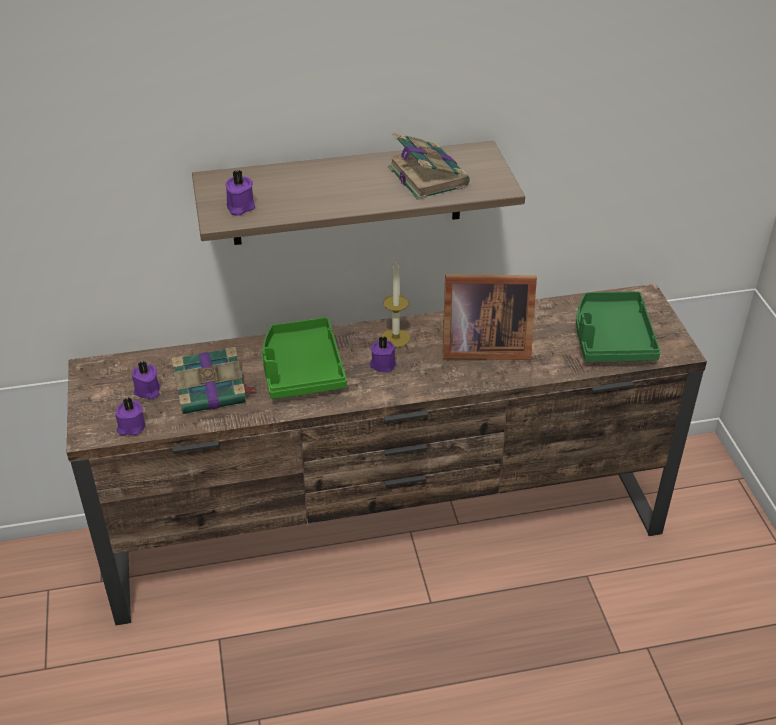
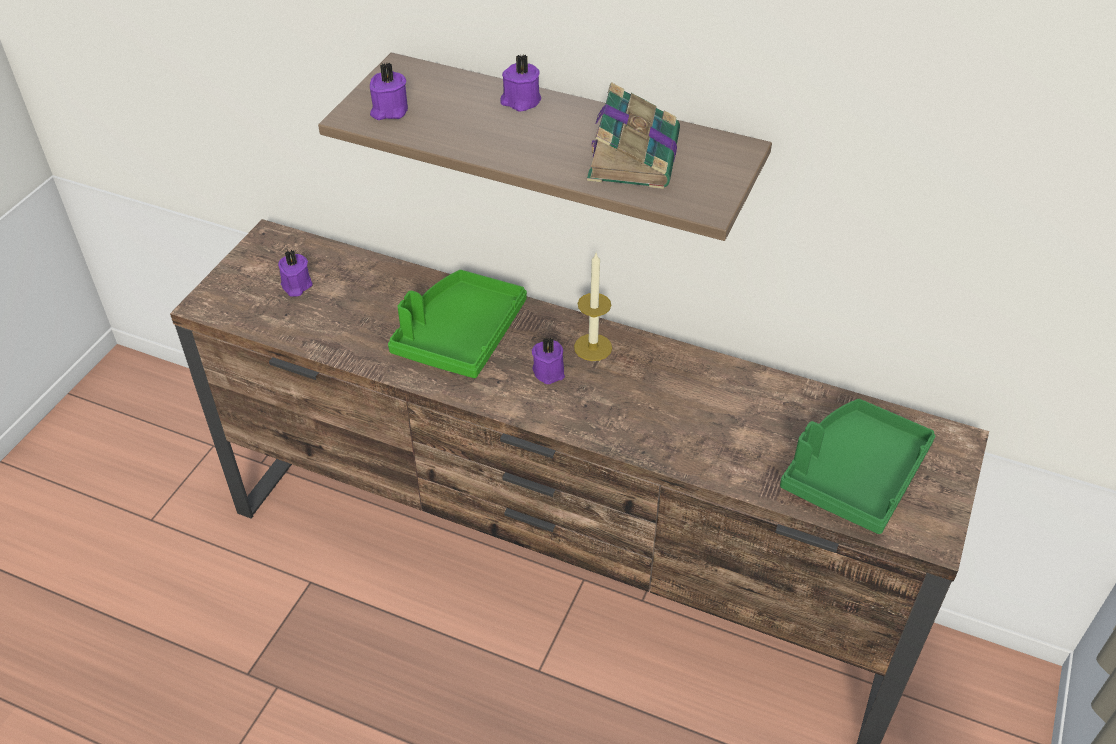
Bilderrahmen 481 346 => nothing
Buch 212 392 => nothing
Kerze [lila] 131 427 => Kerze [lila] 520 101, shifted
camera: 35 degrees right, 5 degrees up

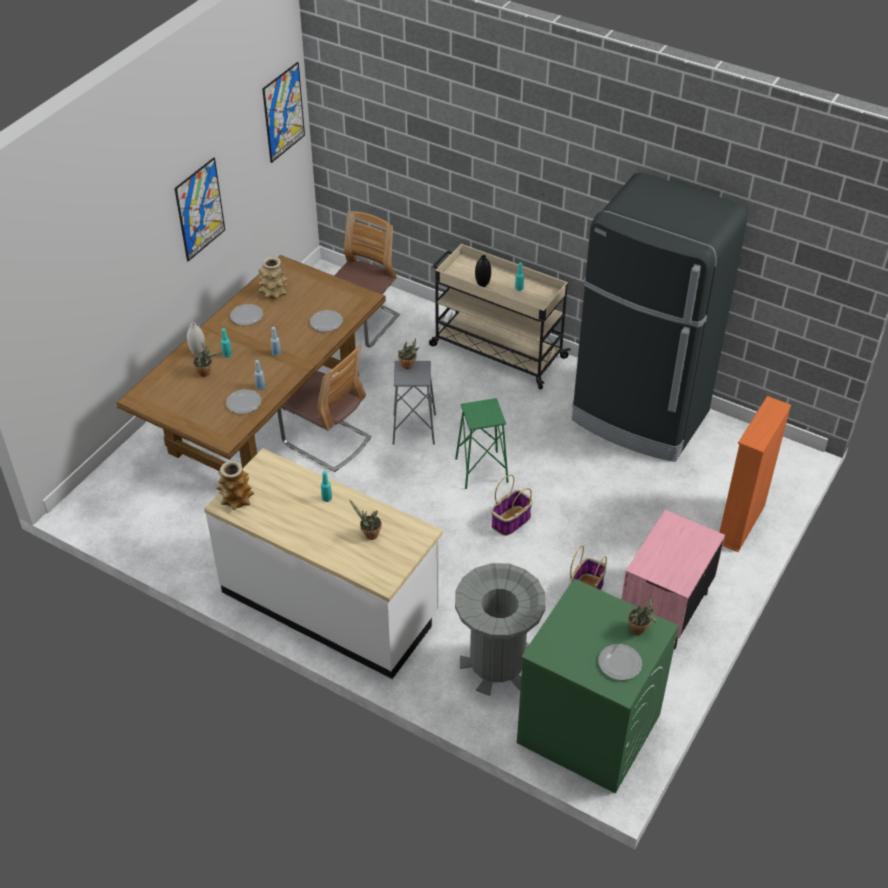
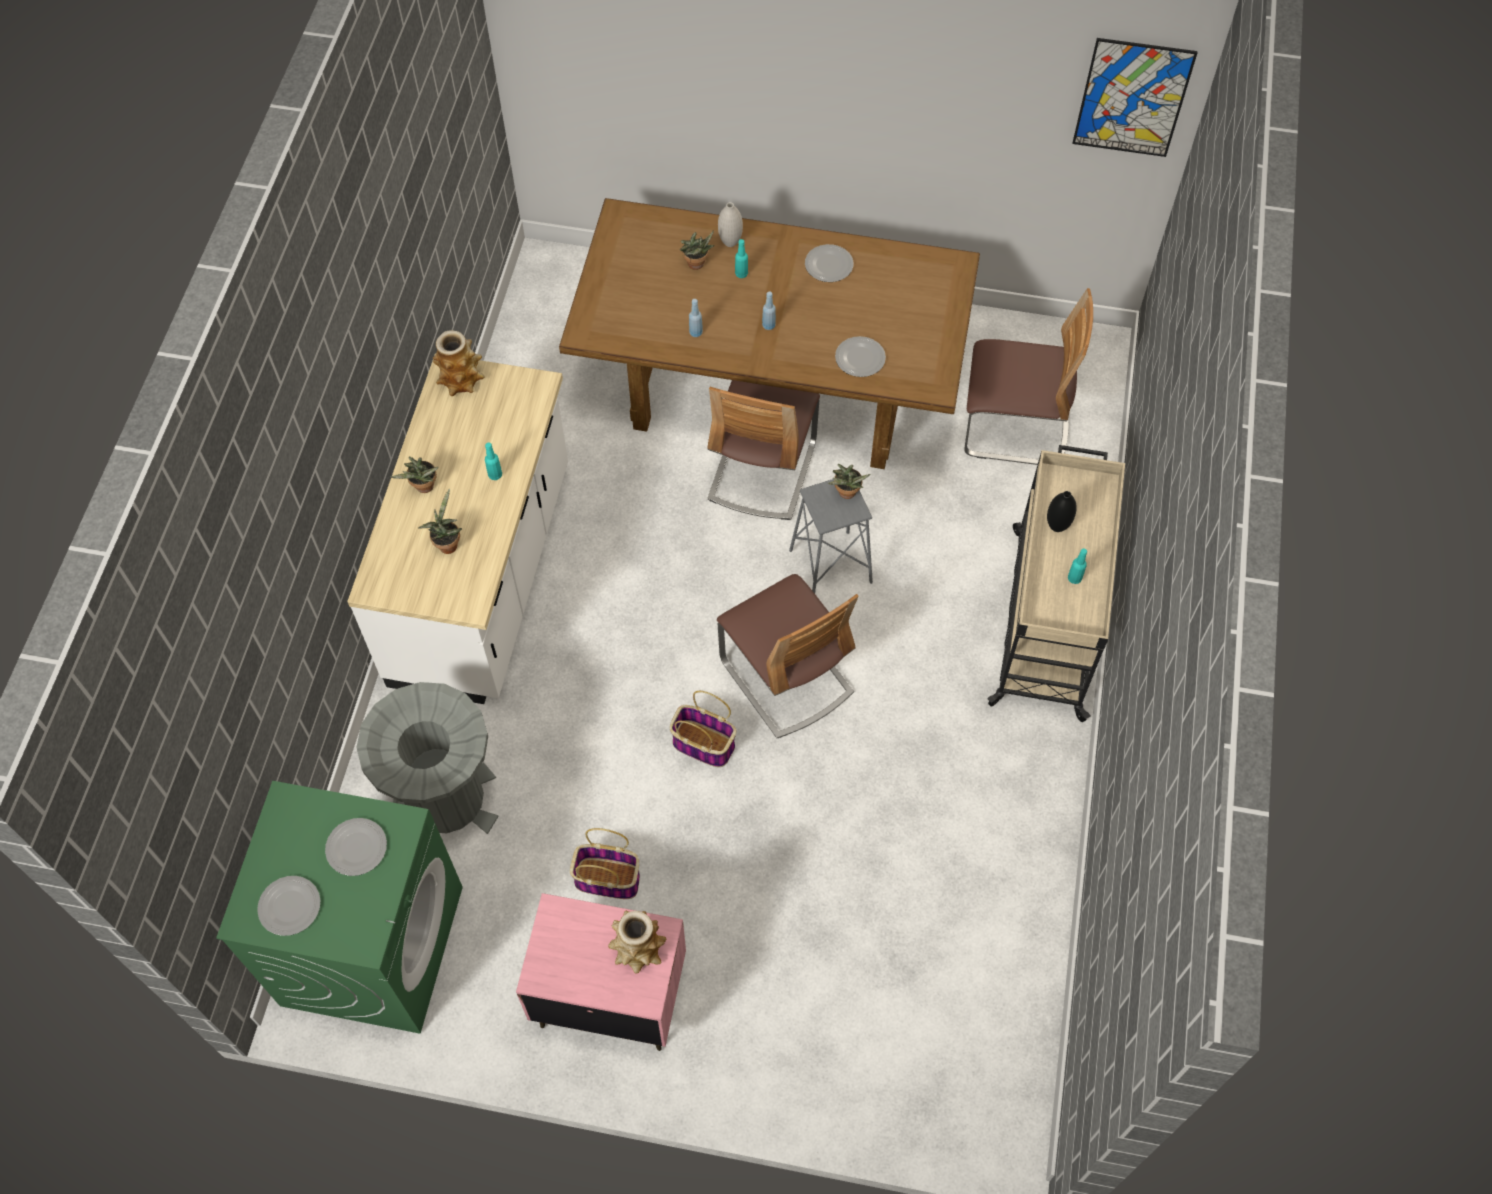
Bild 200 209 => nothing
Kühlschrank [schwarz] 640 417 => nothing
Vase 274 292 => Vase 638 949, shifted
Teller 244 402 => Teller 357 847, shifted
Bücherregal [orange] 740 524 => nothing
Hocker [grün] 481 470 => Stuhl 786 677
Topfpflanze 640 630 => Topfpflanze 424 488, shifted
camera: 70 degrees right, 15 degrees up

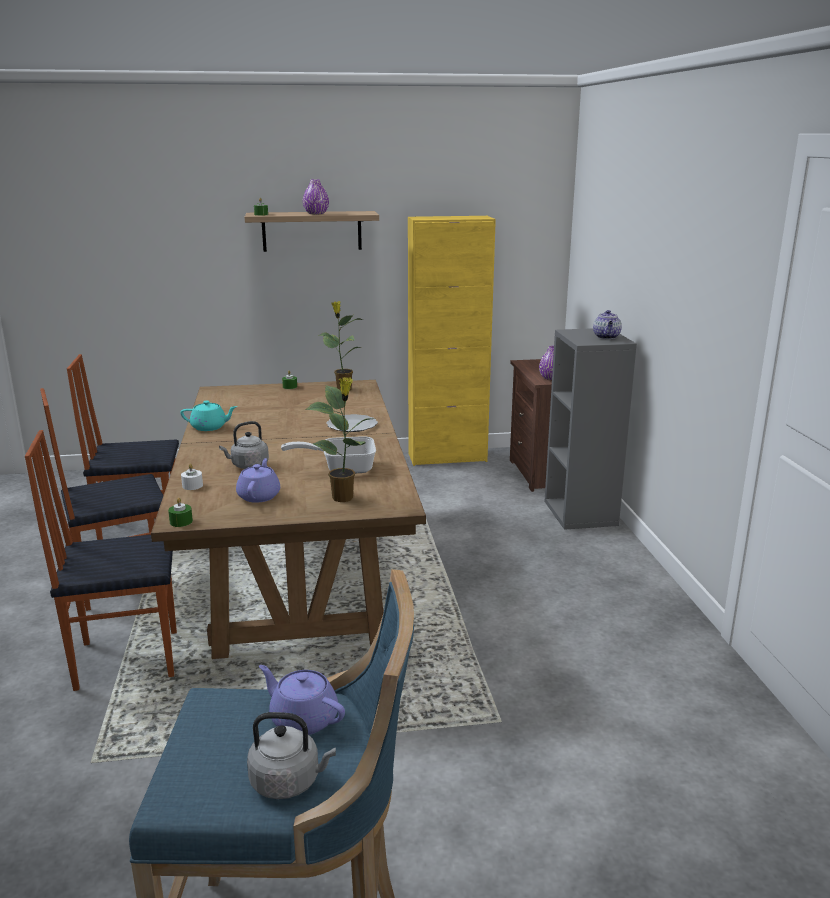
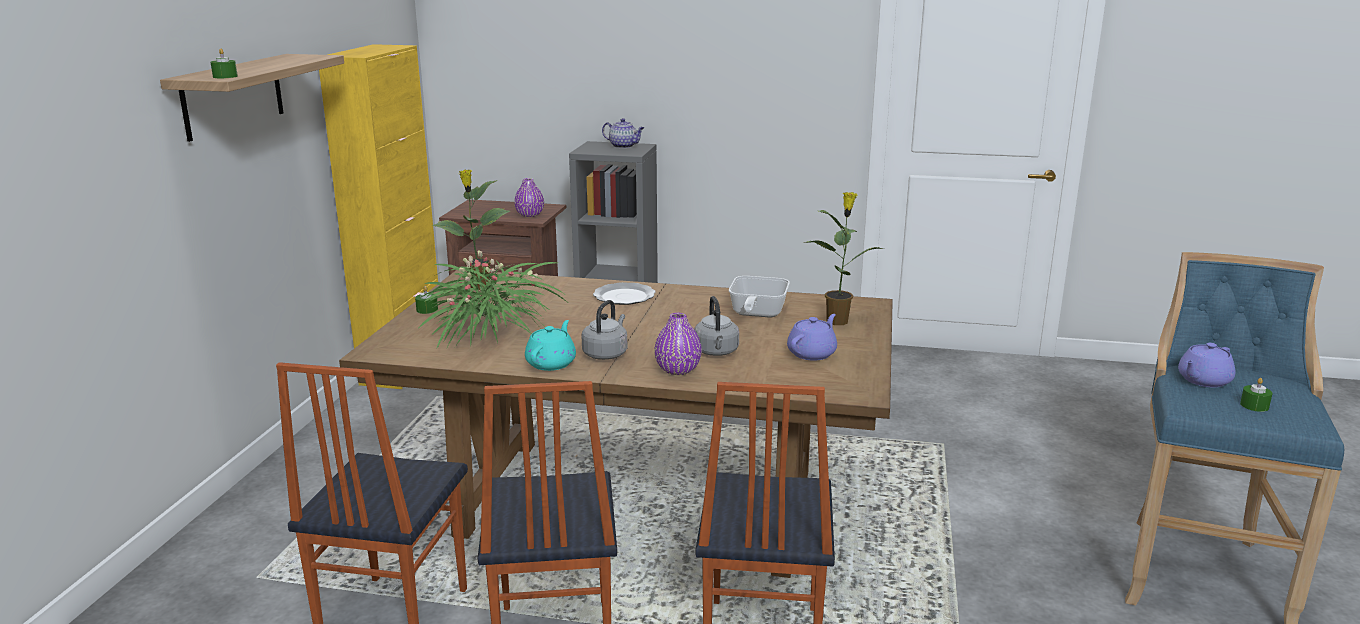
Vase [lila] 316 213 => Vase [lila] 678 370, shifted
Teekanne [lila] 259 496 => Teekanne [lila] 812 353, 105 degrees clockwise
Kerze [weiß] 192 486 => nothing
Kerze [grün] 181 522 => Kerze [grün] 1254 405, shifted
Wasserkessel [grau] 289 782 => Wasserkessel [grau] 606 353, shifted
nothing => Topfpflanze 488 332
camera: 70 degrees left, 0 degrees up

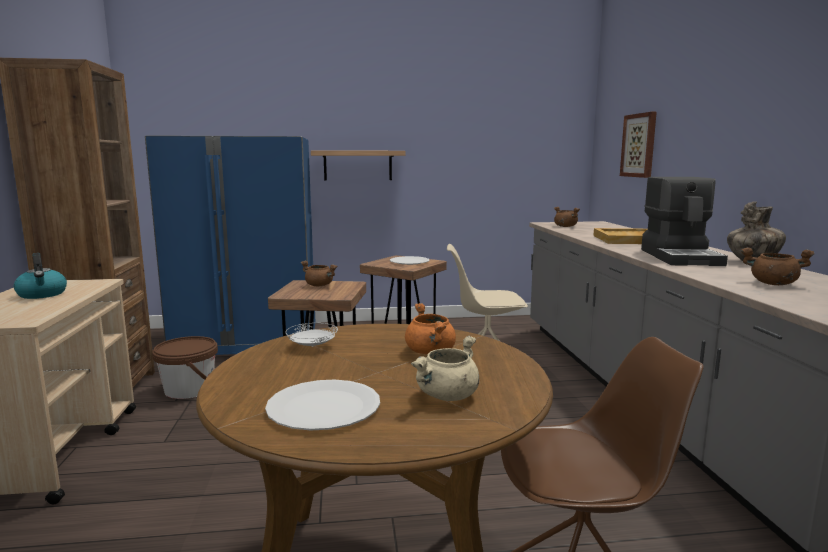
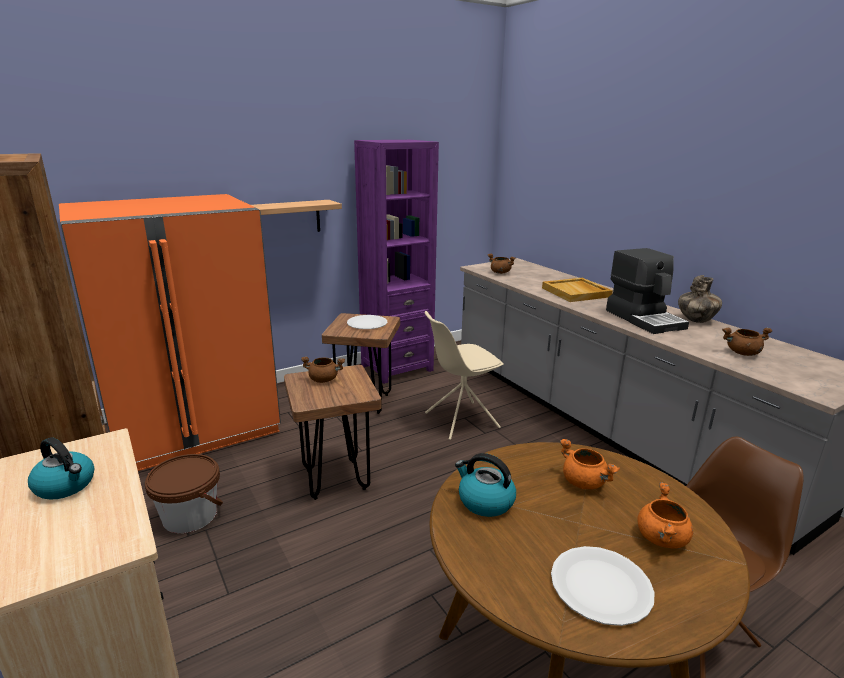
Bild 639 145 => nothing
Kühlschrank [blau] 248 339 => Kühlschrank [orange] 195 429
Teller [weiß] 312 346 => Wasserkessel 485 501
Kochtopf [beige] 447 396 => Kochtopf [orange] 662 539
nothing => Bücherregal [lila] 396 368
camera: 25 degrees left, 10 degrees up

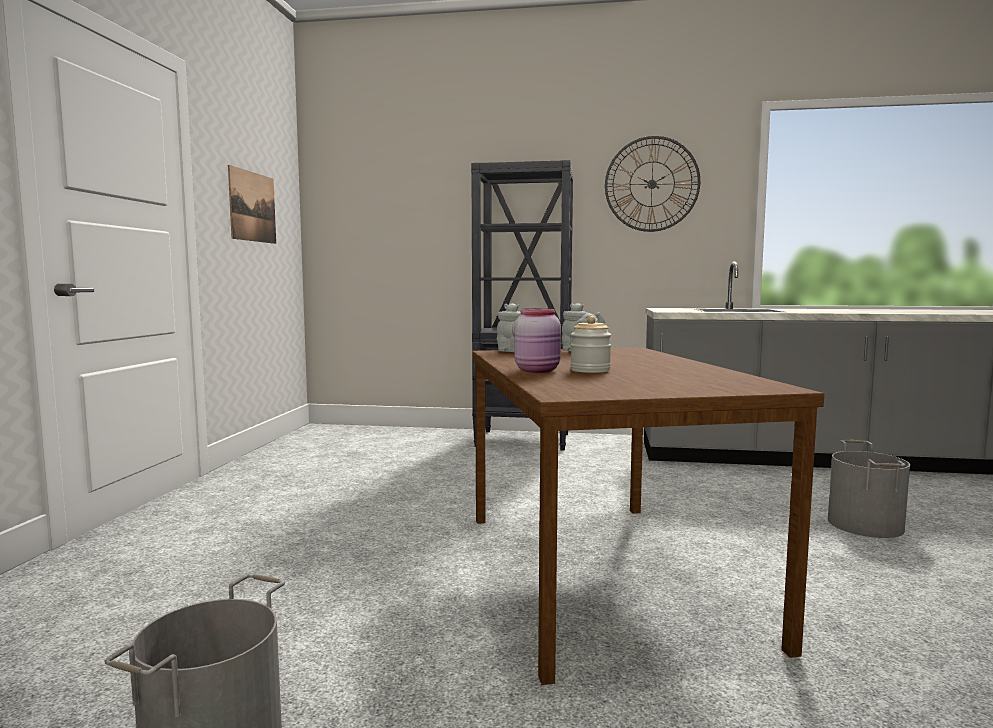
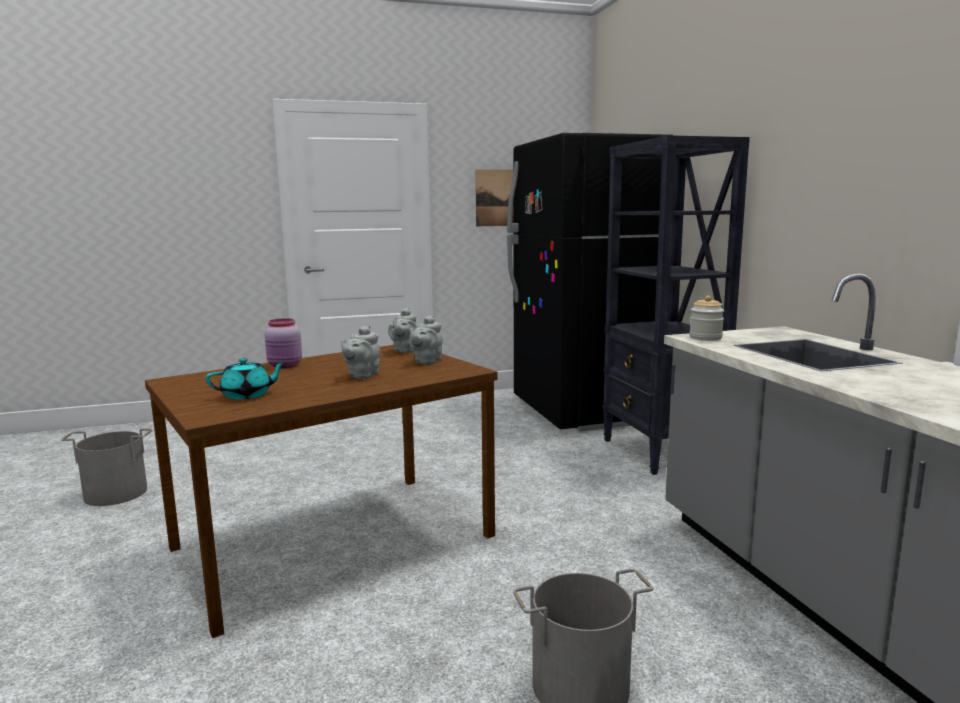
Wanduhr 651 184 => nothing
Vorratsglas 590 370 => Vorratsglas 705 338, shifted
nothing => Kühlschrank [schwarz] 582 411
nothing => Teekanne [grau] 362 375
nothing => Teekanne [türkis] 247 395
camera: 65 degrees right, 5 degrees up

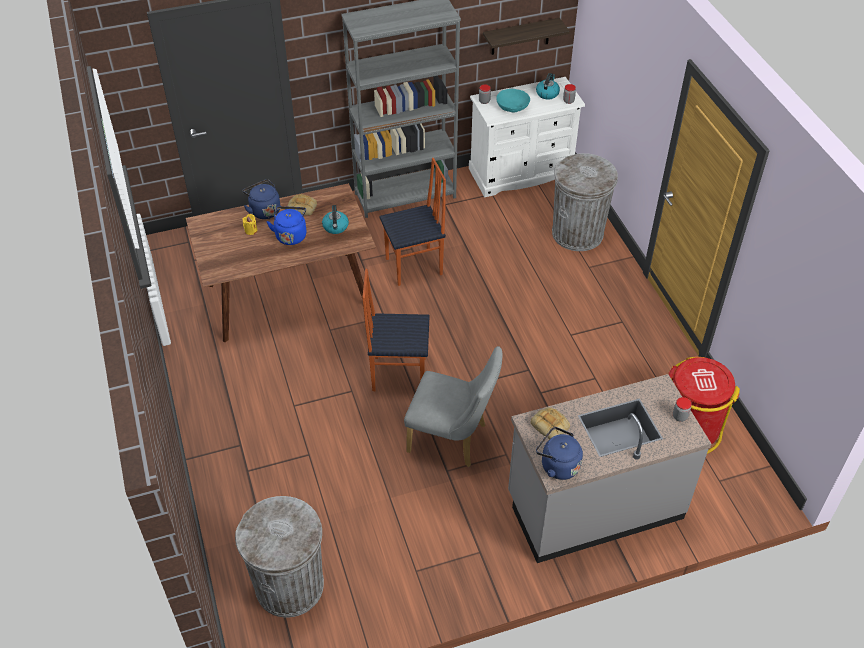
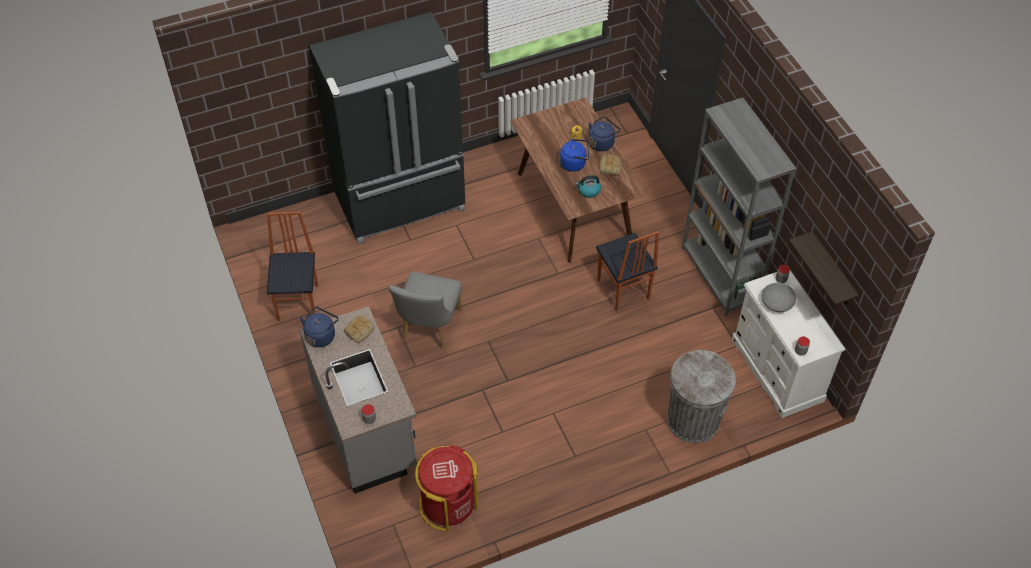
Wasserkessel 547 93 => nothing
Schüssel [türkis] 512 107 => Schüssel [grau] 777 303
Stuhl 398 373 => Stuhl 299 302, shifted
Mülleimer [grau] 290 586 => nothing
nothing => Kühlschrank [schwarz] 401 202
camera: 85 degrees right, 5 degrees up

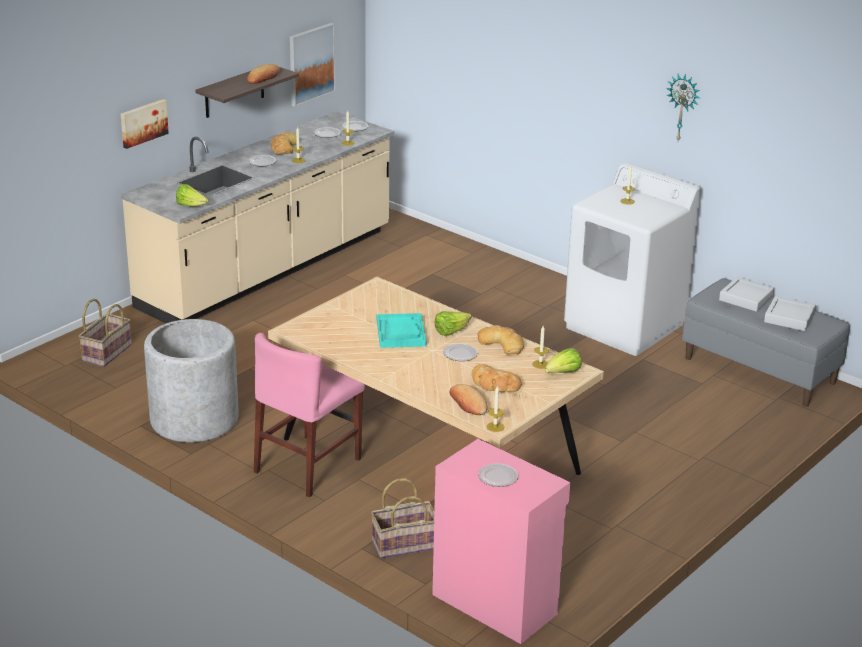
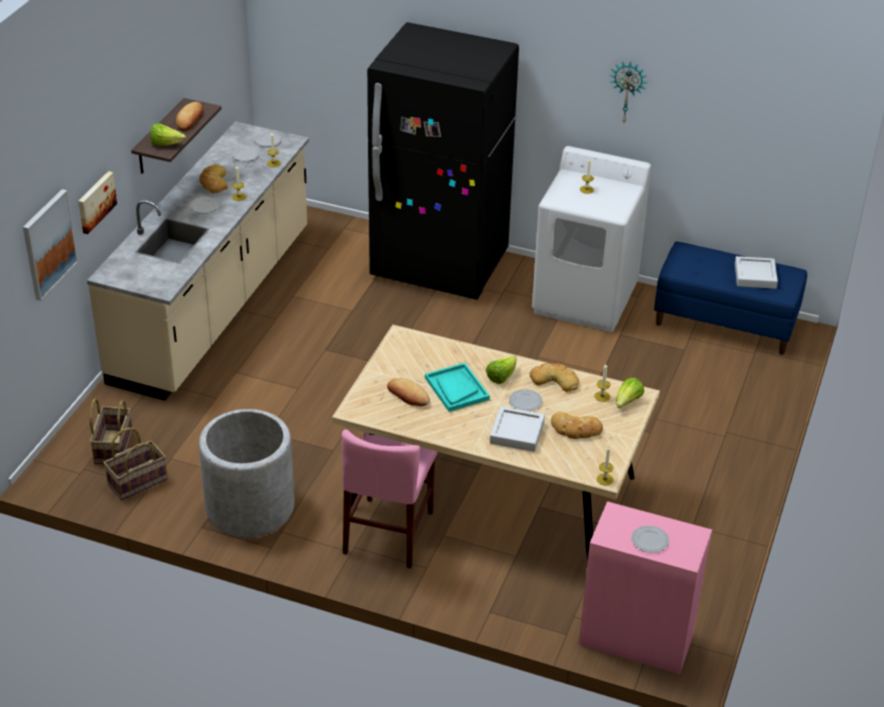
Bild 311 64 => Bild 48 244, shifted
Salatkopf 191 206 => Salatkopf 166 144, shifted
Tablett [grau] 746 298 => Tablett [grau] 517 433, shifted
Bank [grau] 760 370 => Bank [blau] 726 323
Brot 468 403 => Brot 408 395, shifted
Korb 404 544 => Korb 137 481, shifted
nothing => Kühlschrank [schwarz] 439 266
camera: 20 degrees left, 10 degrees up

